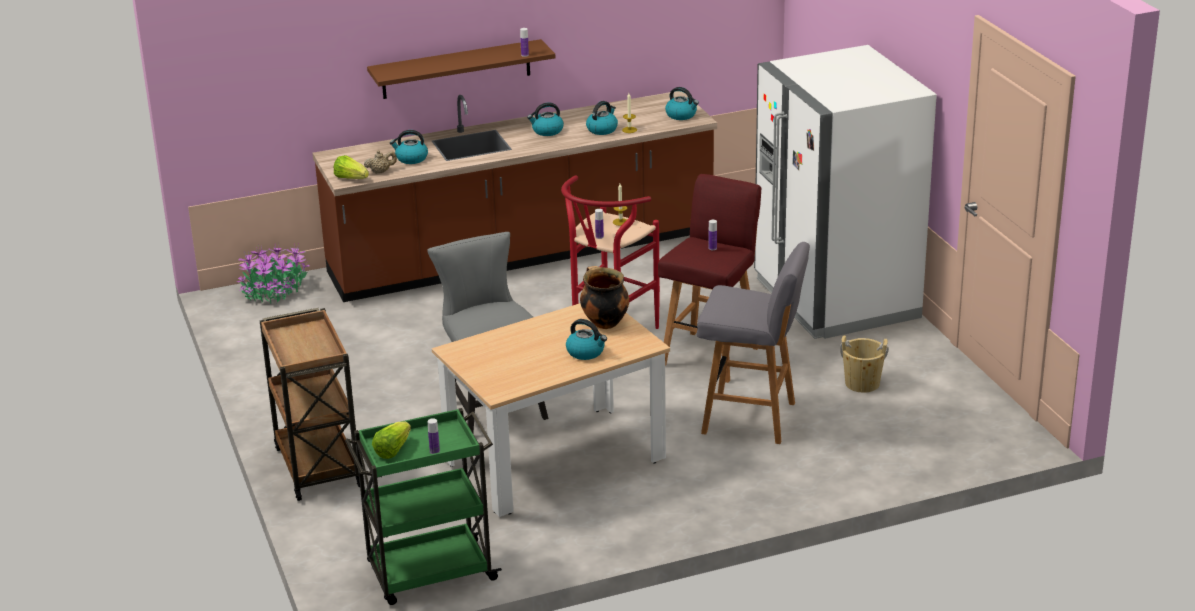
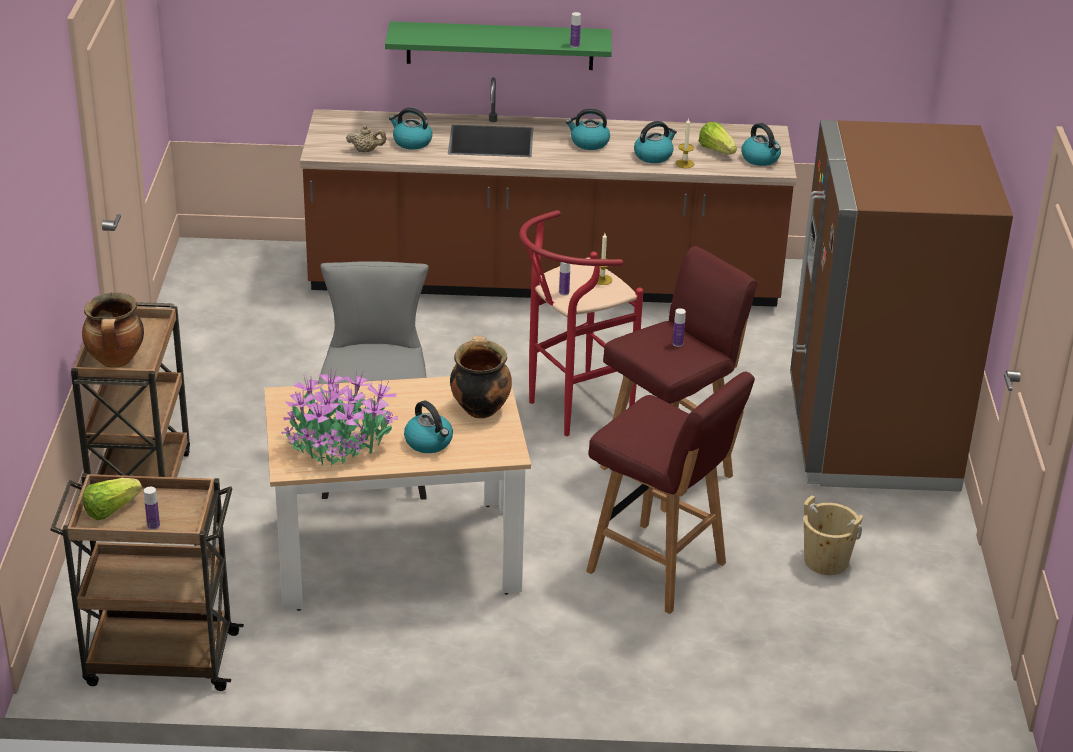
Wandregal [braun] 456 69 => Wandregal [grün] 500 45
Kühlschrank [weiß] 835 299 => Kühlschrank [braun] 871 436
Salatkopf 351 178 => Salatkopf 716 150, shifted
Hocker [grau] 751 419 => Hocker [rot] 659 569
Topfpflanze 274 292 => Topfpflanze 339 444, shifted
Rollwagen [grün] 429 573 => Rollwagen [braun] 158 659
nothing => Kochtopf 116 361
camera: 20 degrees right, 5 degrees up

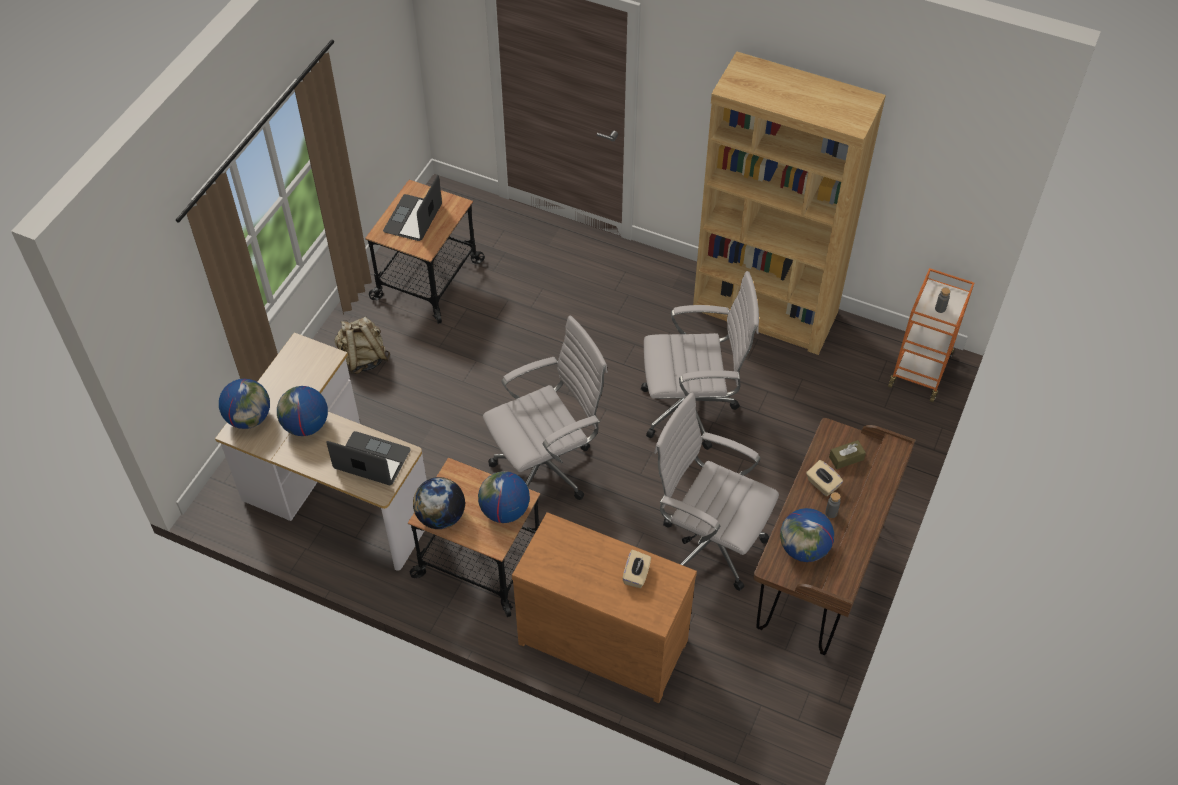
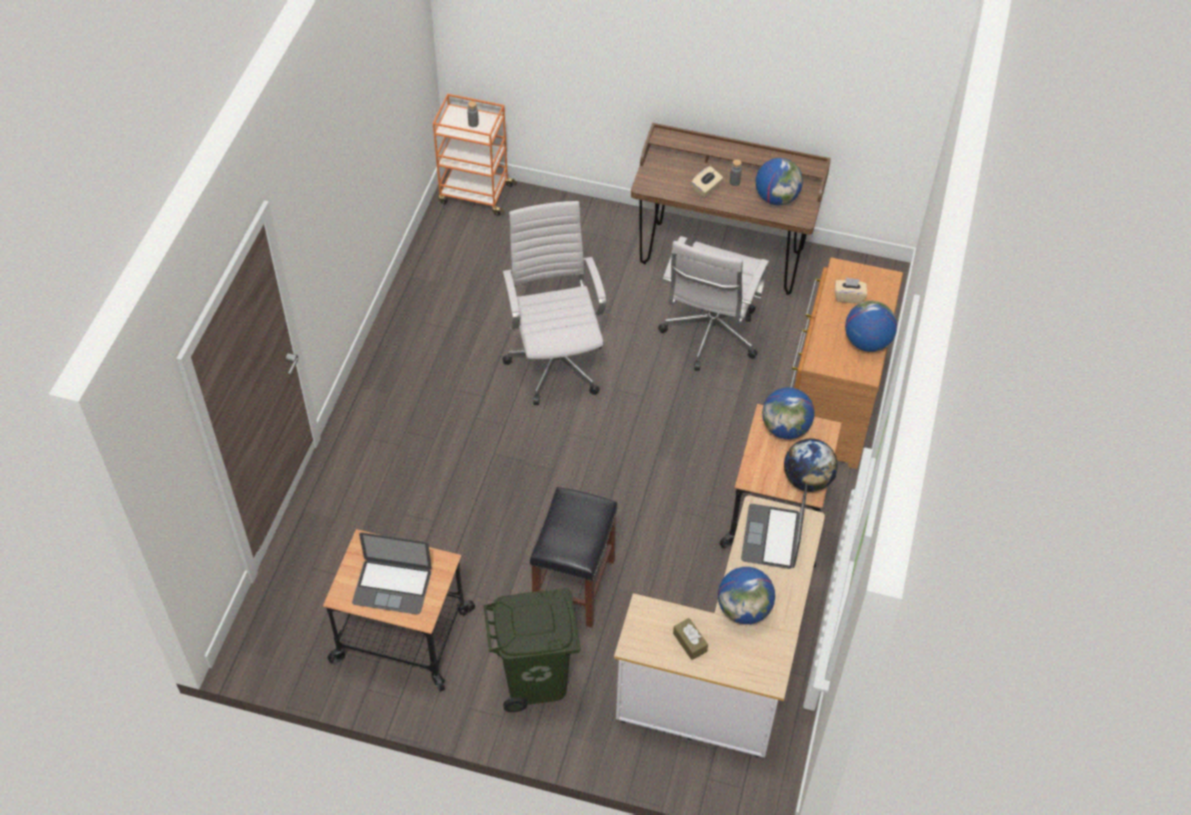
Bücherregal [braun] 765 312 => nothing
Rucksack [beige] 363 358 => Mülleimer [grün] 536 680
Bürostuhl [weiß] 547 467 => nothing
Globus 249 418 => Globus 866 342, shifted
Taschentuchbox [braun] 846 458 => Taschentuchbox [braun] 690 642, shifted
nothing => Hocker [schwarz] 573 584
camera: 100 degrees left, 0 degrees up

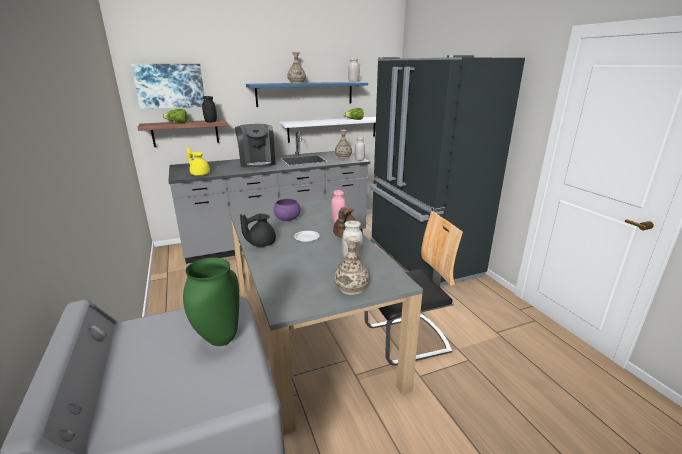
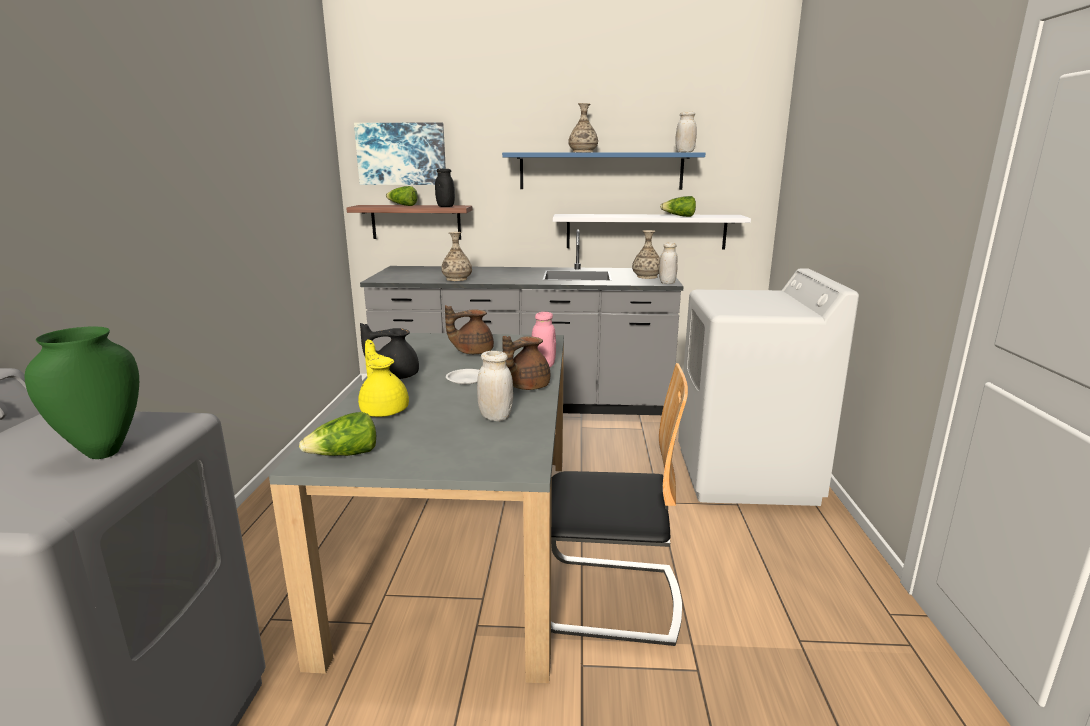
Kühlschrank [schwarz] 421 258 => Waschmaschine [weiß] 745 475
Kaffeemaschine 257 163 => nothing
Teekanne [gelb] 200 174 => Teekanne [gelb] 384 410, shifted
Schüssel [lila] 287 219 => Teekanne [braun] 472 352
Vase 351 288 => Vase 457 279, shifted
nothing => Salatkopf 344 455
camera: 25 degrees right, 5 degrees down

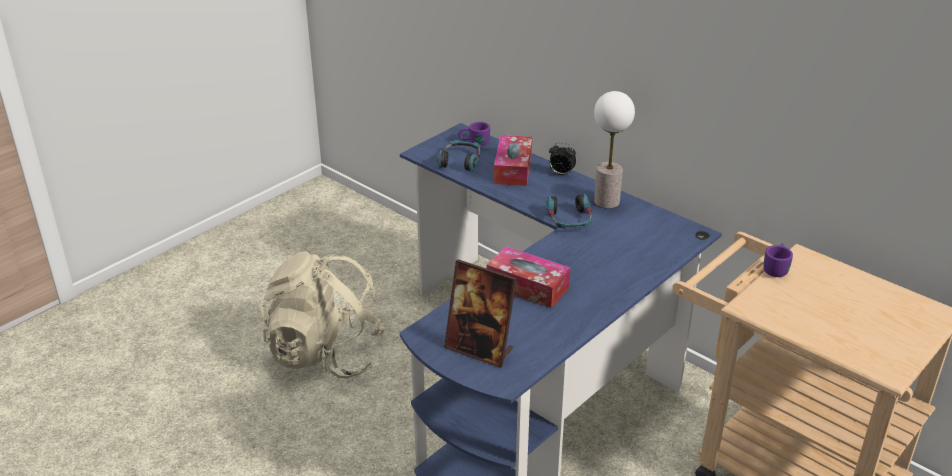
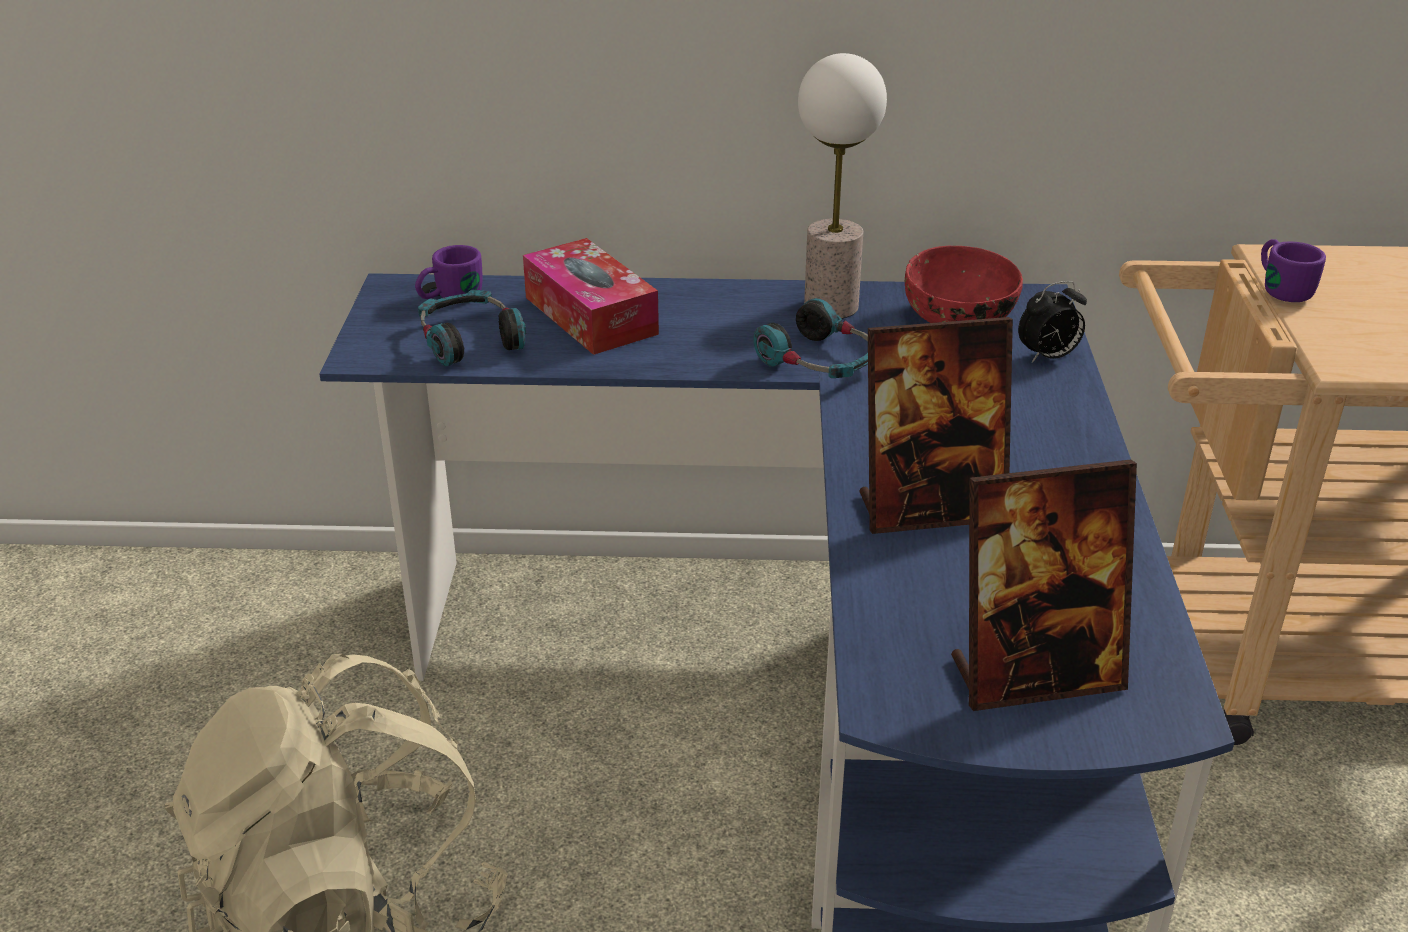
Wecker 561 174 => Wecker 1048 357, shifted
Taschentuchbox 527 286 => Bilderrahmen 930 509
nothing => Schüssel [rot] 958 319
camera: 40 degrees left, 0 degrees up

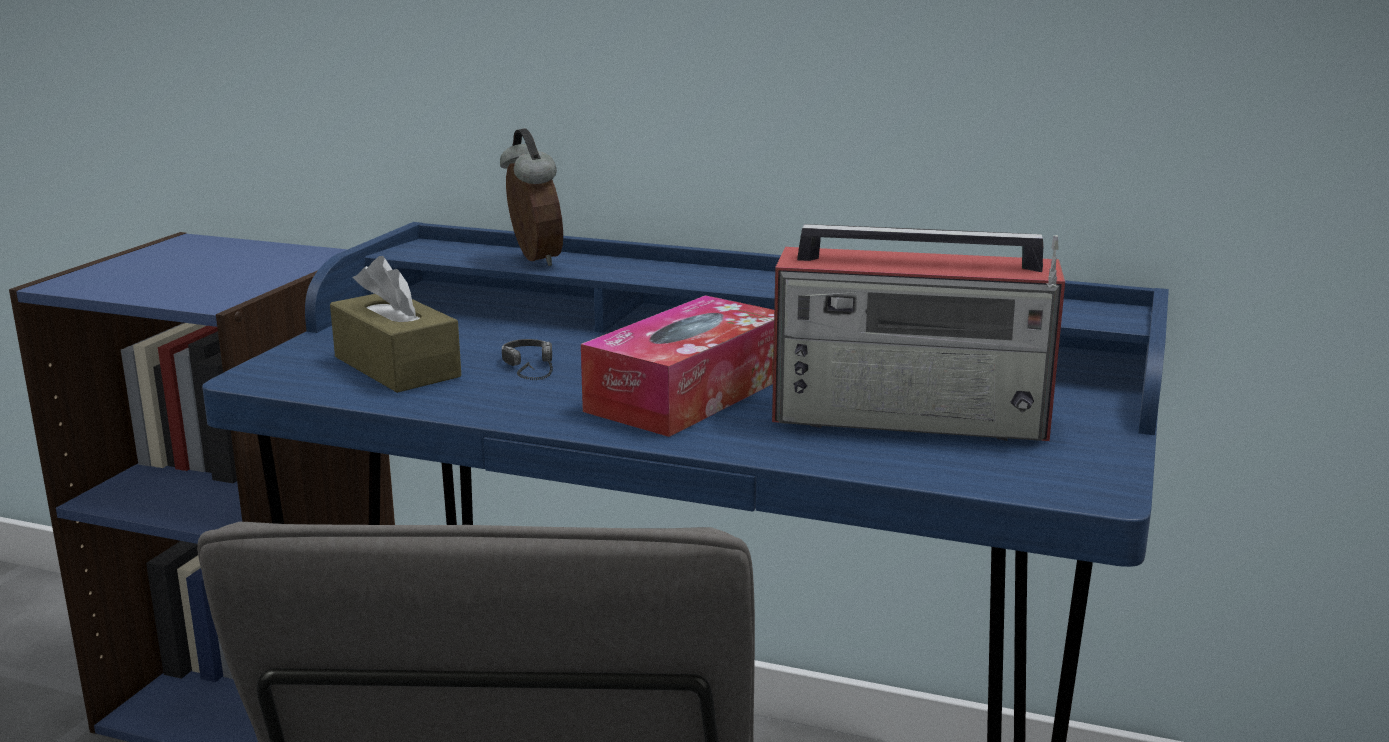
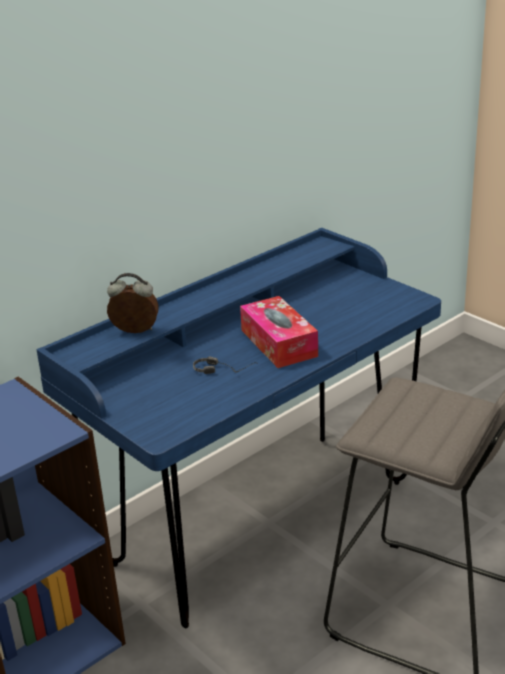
Radio 914 418 => nothing
Taschentuchbox [braun] 397 367 => nothing
camera: 60 degrees left, 10 degrees up

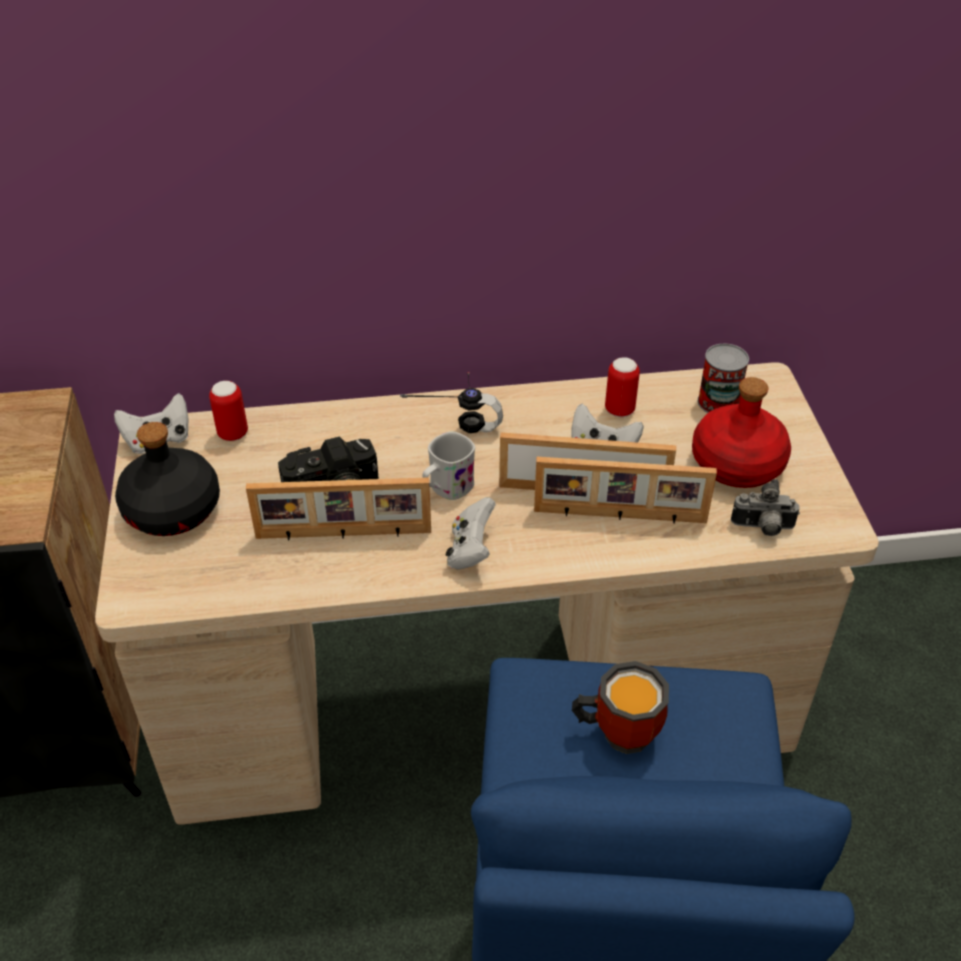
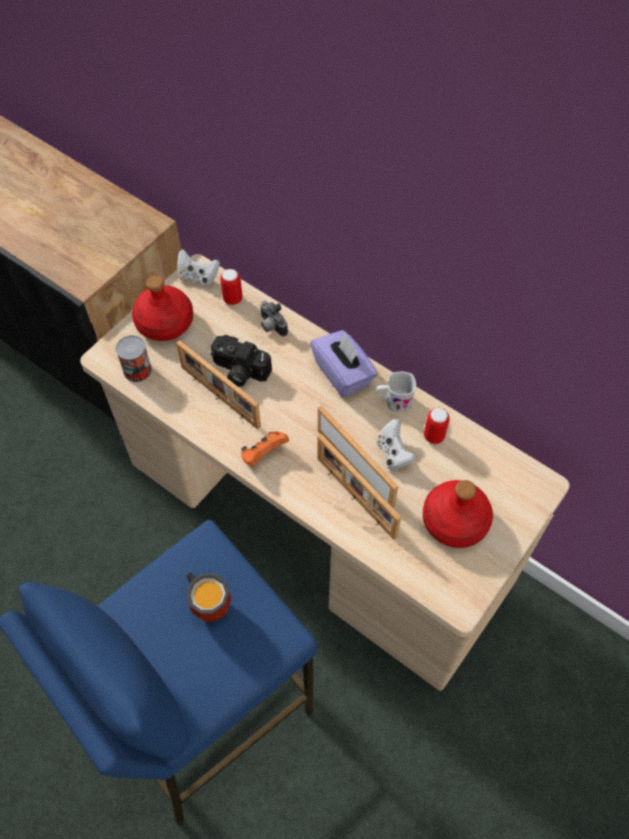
Dose 718 402 => Dose 137 370, shifted
Kopfhörer 456 419 => Taschentuchbox [lila] 343 374
Flasche [schwarz] 173 510 => Flasche [rot] 164 323
Henkelbecher [weiß] 446 489 => Henkelbecher [weiß] 393 401, shifted
Kamera 762 528 => Kamera 271 326, shifted
Gamepad [weiß] 470 551 => Gamepad [orange] 263 454
camera: 45 degrees right, 15 degrees up

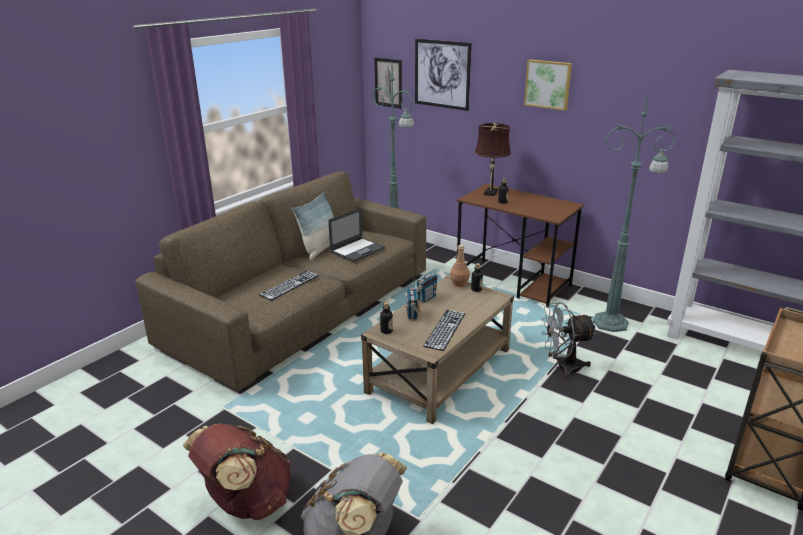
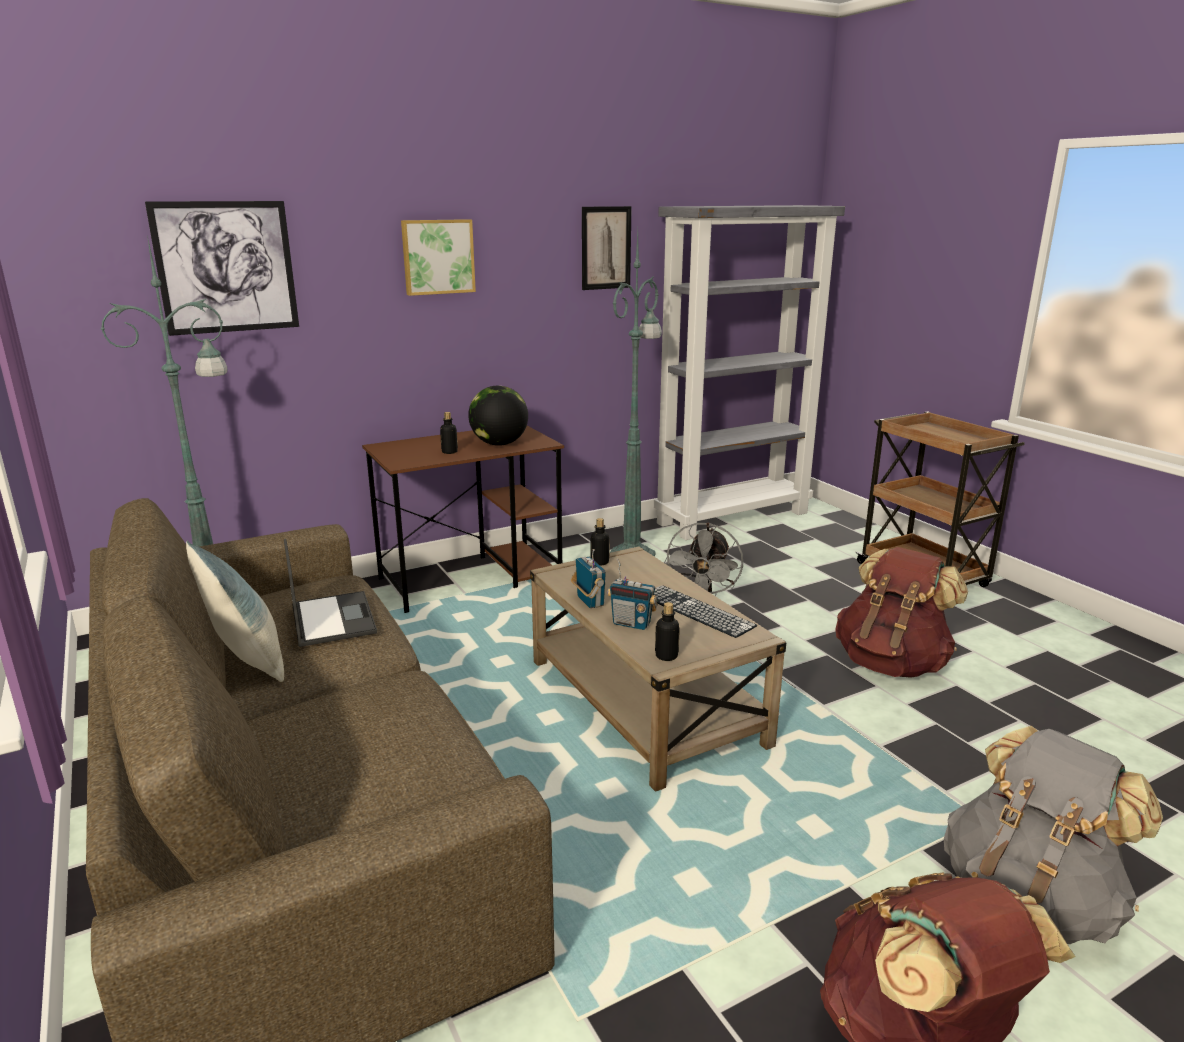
Bild 388 83 => Bild 606 248, shifted
Tischlampe [braun] 490 193 => nothing
Flasche [braun] 459 283 => nothing
Tastatur 289 285 => nothing
nothing => Globus 499 444
nothing => Rucksack [braun] 891 663
camera: 65 degrees left, 5 degrees down

